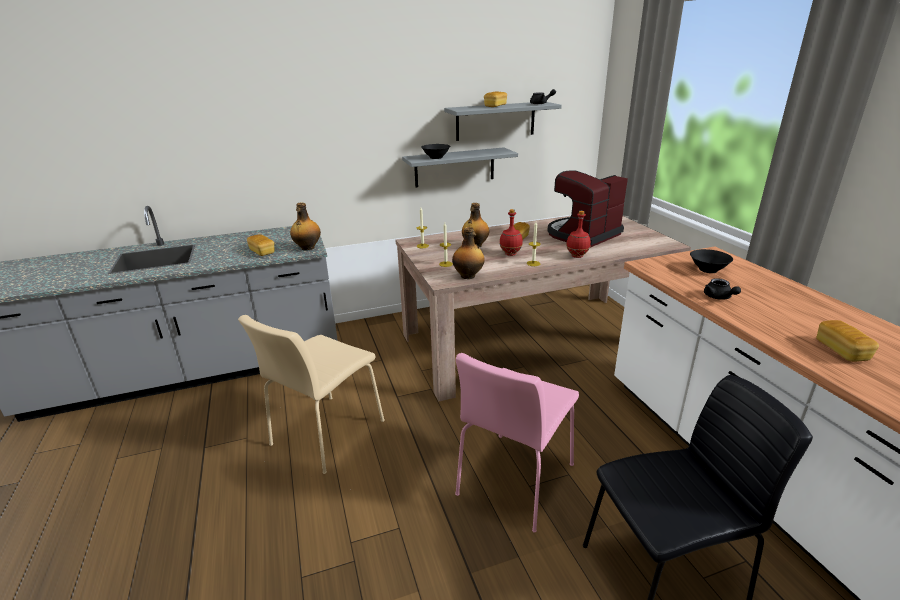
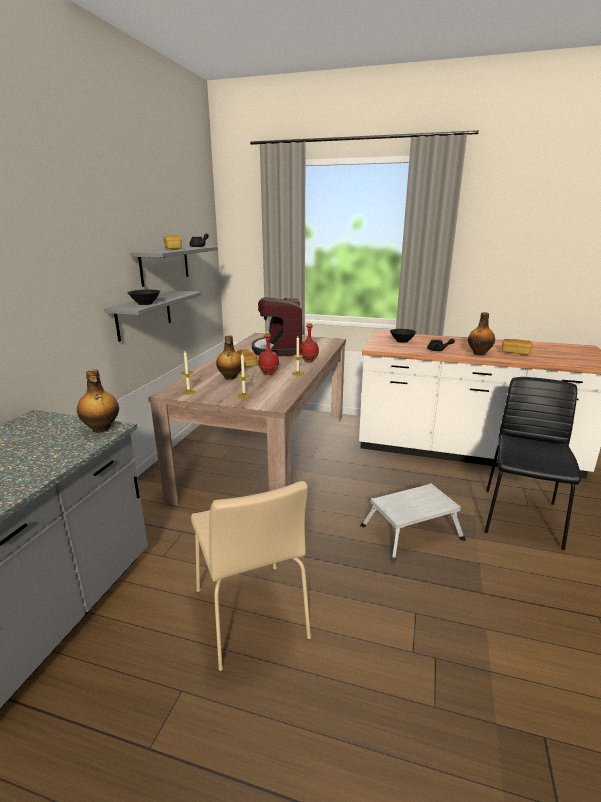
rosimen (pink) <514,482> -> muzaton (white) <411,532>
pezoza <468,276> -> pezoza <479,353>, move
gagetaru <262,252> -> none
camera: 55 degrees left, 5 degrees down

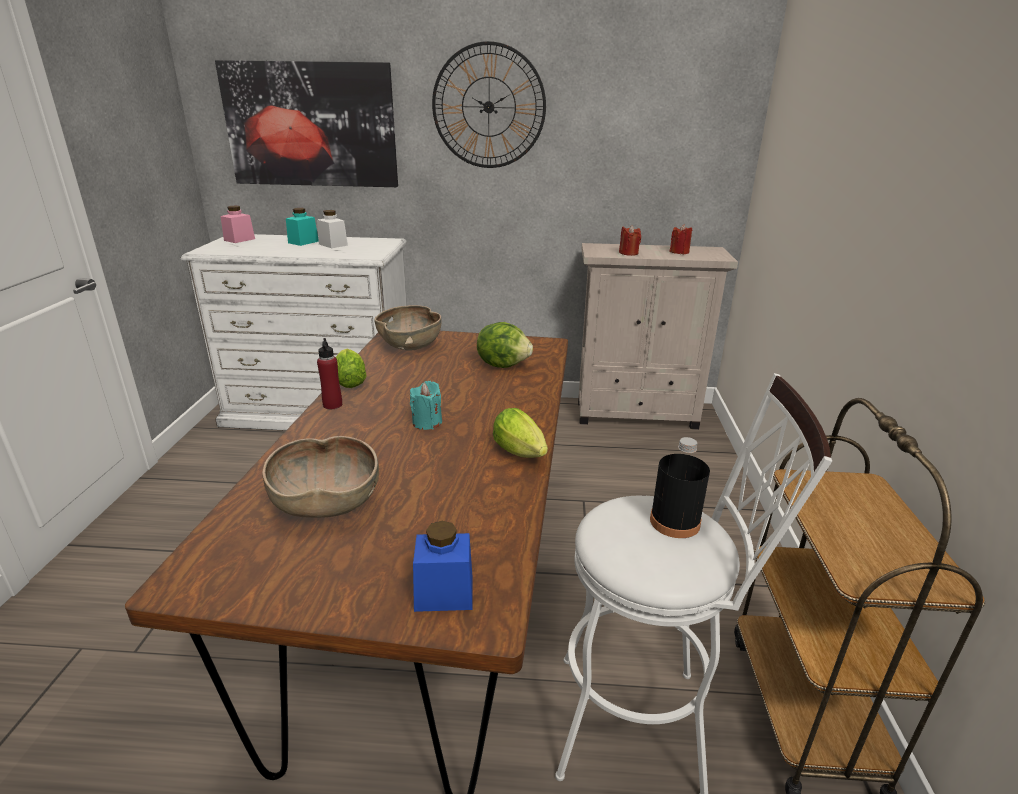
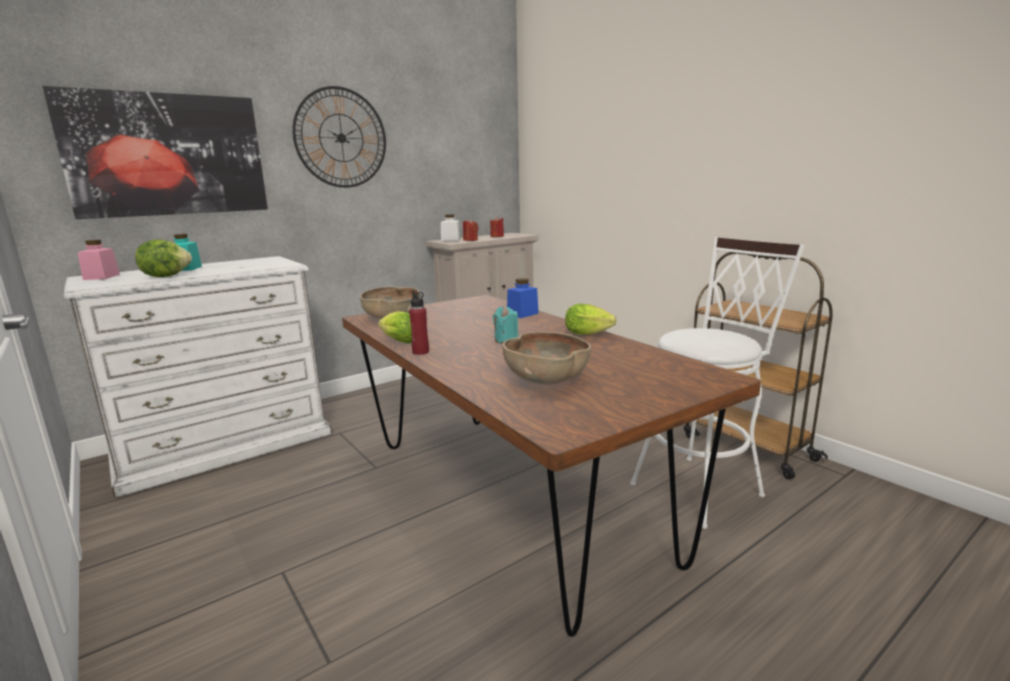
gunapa <503,364> -> gunapa <166,276>, move
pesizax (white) <333,244> -> pesizax (white) <450,240>, move
pesizax (blue) <444,593> -> pesizax (blue) <522,314>, move
pezoza (black) <674,522> -> none
camera: 40 degrees left, 10 degrees down

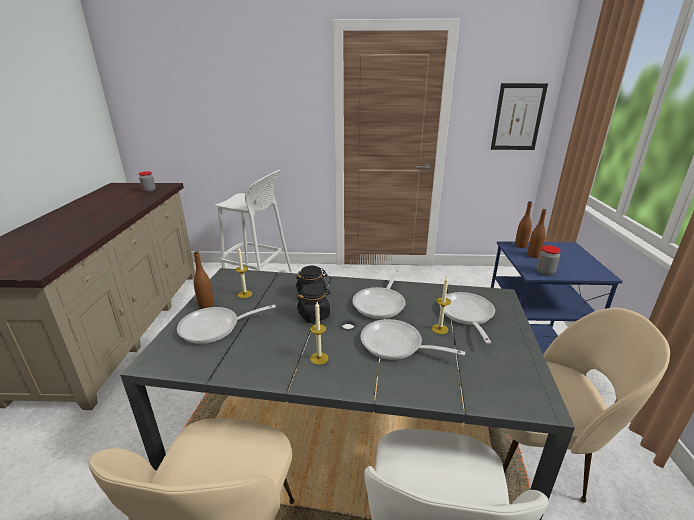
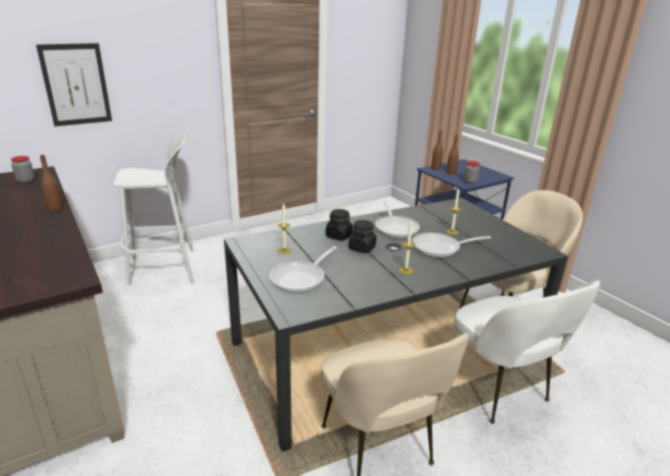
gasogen <518,117> -> gasogen <76,84>, move
pezoza (brown) <206,306> -> pezoza (brown) <55,209>, move
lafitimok <466,315> -> none
camera: 35 degrees left, 0 degrees up

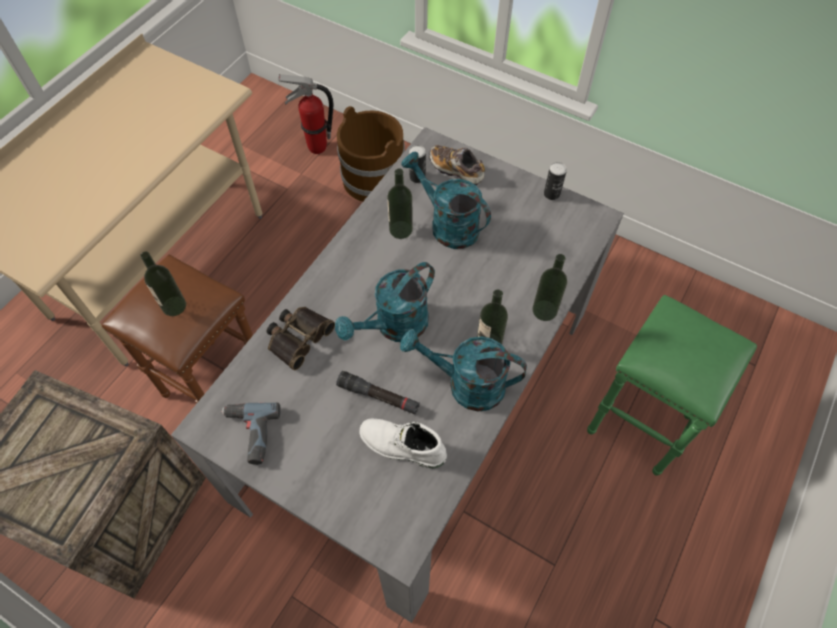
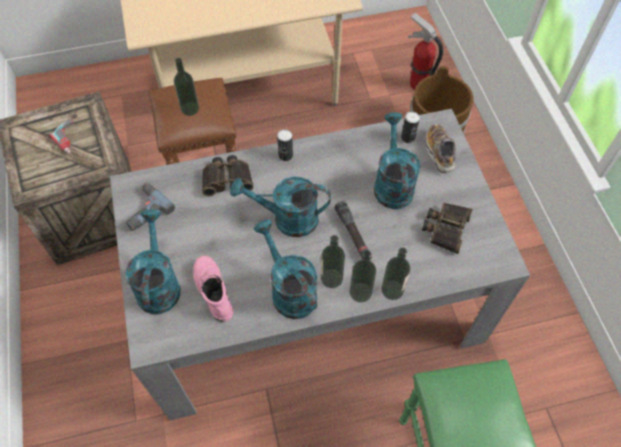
none -> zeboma <73,135>
none -> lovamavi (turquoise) <158,283>
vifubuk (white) <401,447> -> vifubuk (pink) <212,291>
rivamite <551,194> -> rivamite <285,155>, move
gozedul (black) <378,396> -> gozedul (black) <353,234>, move
pezoza <400,229> -> pezoza <360,292>, move
none -> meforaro <445,228>
camera: 45 degrees right, 0 degrees up

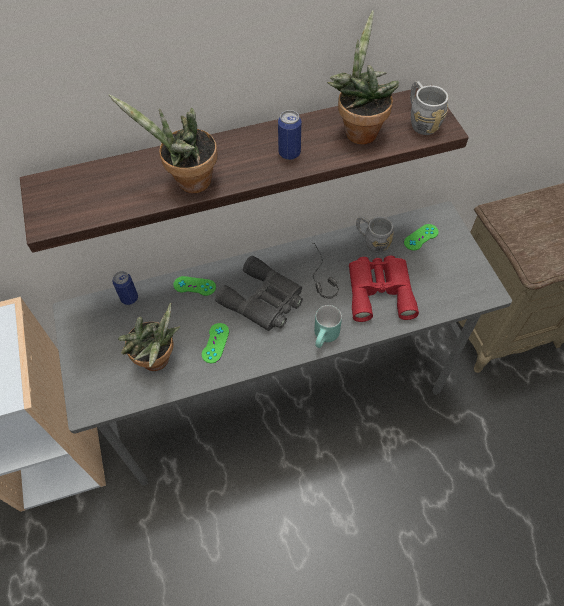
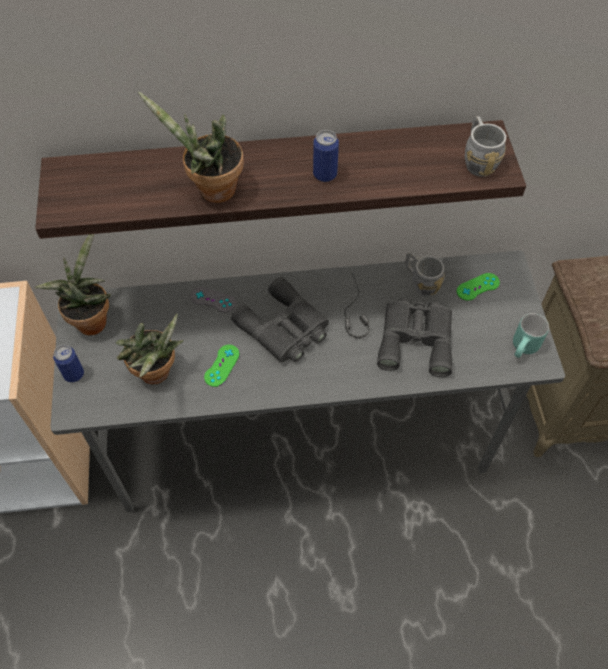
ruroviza <358,130> -> ruroviza <91,319>, move
rivamite <129,298> -> rivamite <74,374>, move
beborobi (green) <194,286> -> beborobi (grey) <213,300>
meforaro (red) <380,290> -> meforaro (grey) <416,338>
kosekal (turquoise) <326,338> -> kosekal (turquoise) <524,349>, move
camera: 10 degrees right, 0 degrees up

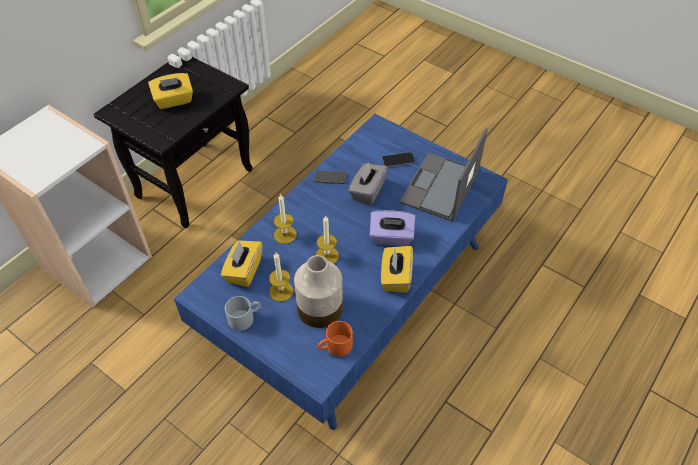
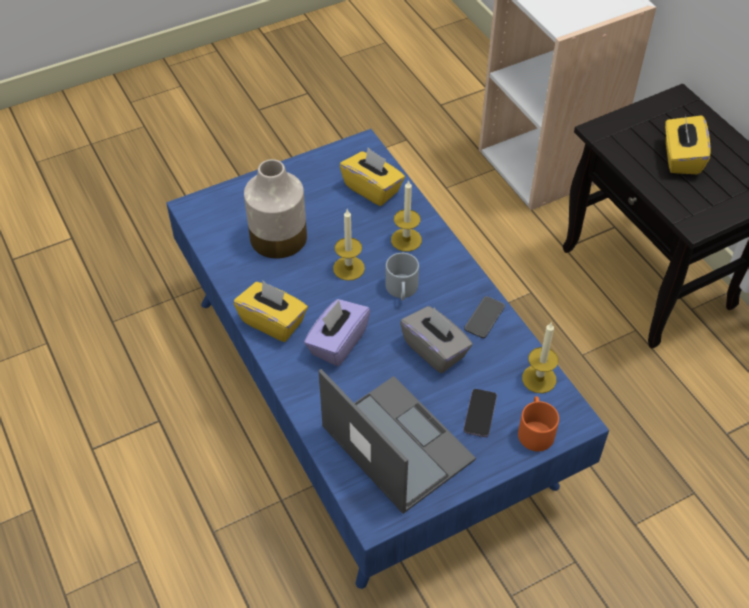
kosekal (grey) <245,317> -> kosekal (grey) <402,290>, move
kosekal (orange) <335,347> -> kosekal (orange) <534,430>, move
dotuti <281,291> -> dotuti <539,379>, move
camera: 115 degrees right, 0 degrees up

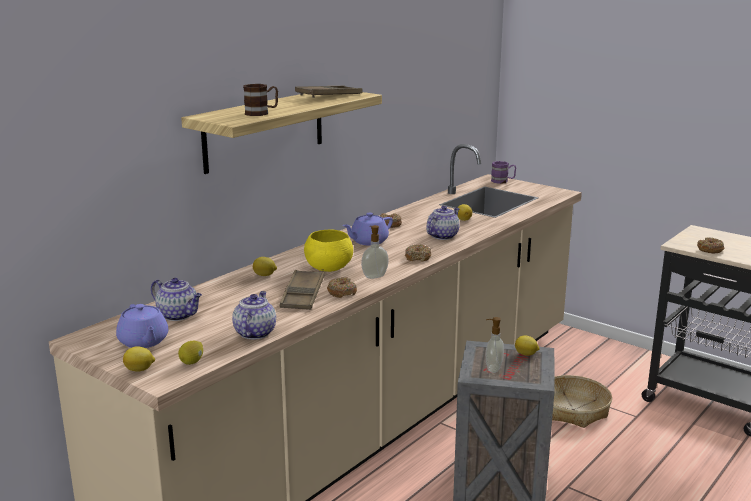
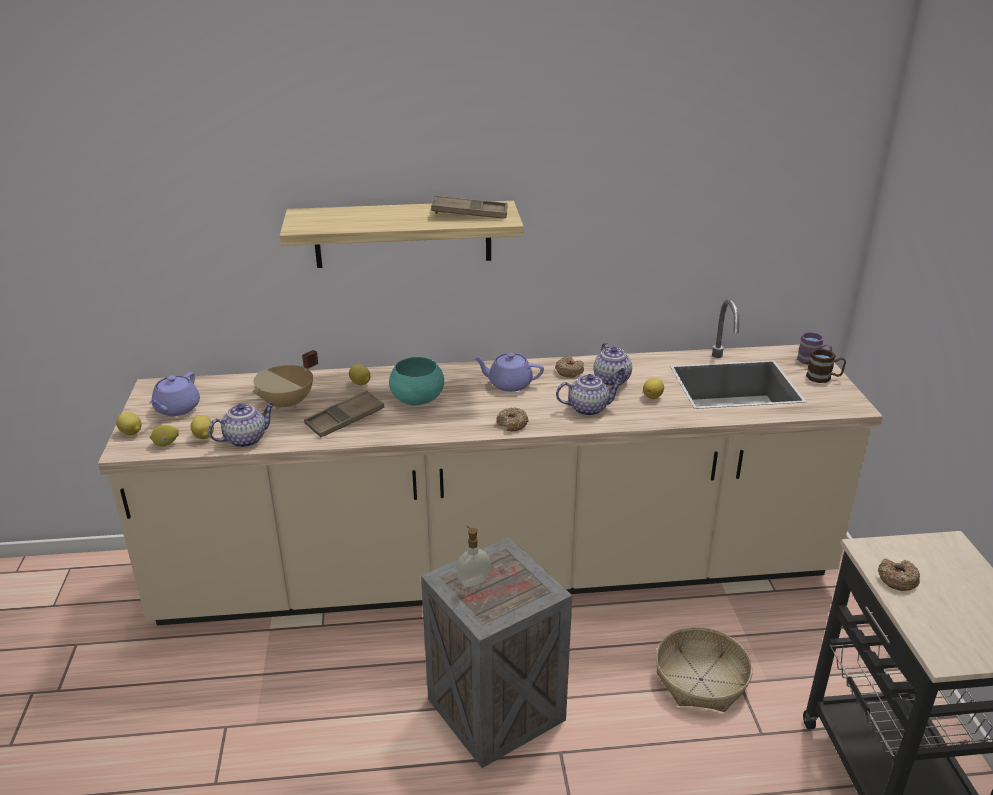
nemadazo <526,354> -> nemadazo <203,437>, move
none -> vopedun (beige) <288,404>
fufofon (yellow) <328,268> -> fufofon (turquoise) <417,400>
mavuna <179,315> -> mavuna <612,380>, move
kosekal (brown) <261,113> -> kosekal (brown) <824,378>, move
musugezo <341,292> -> none
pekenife <374,276> -> none
camera: 45 degrees right, 10 degrees up

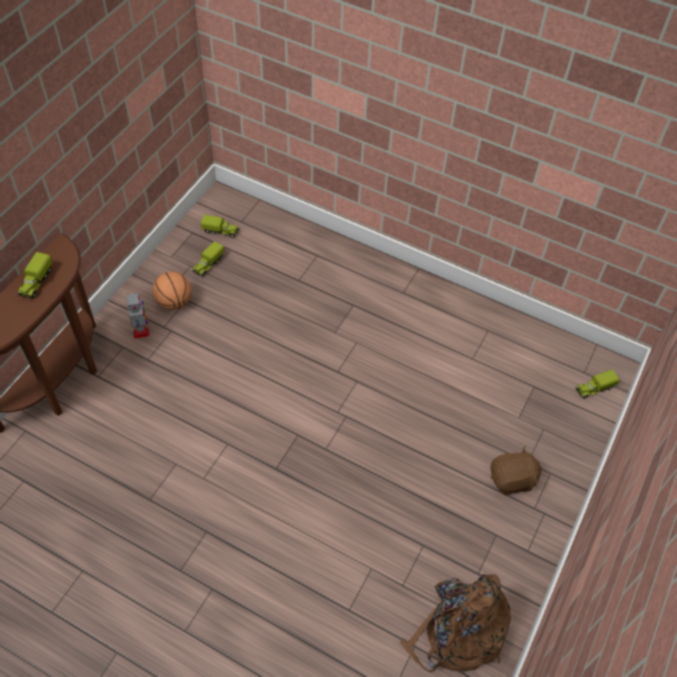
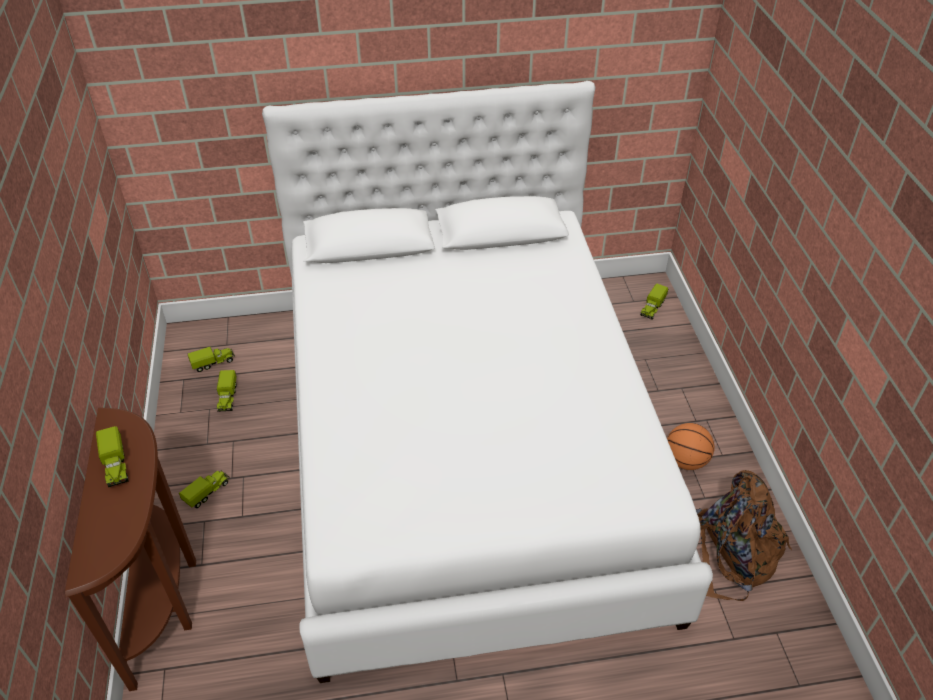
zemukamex <140,327> -> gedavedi <207,492>
none -> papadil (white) <466,447>
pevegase <174,302> -> pevegase <685,461>, move
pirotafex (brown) <512,480> -> none
camera: 35 degrees left, 10 degrees down

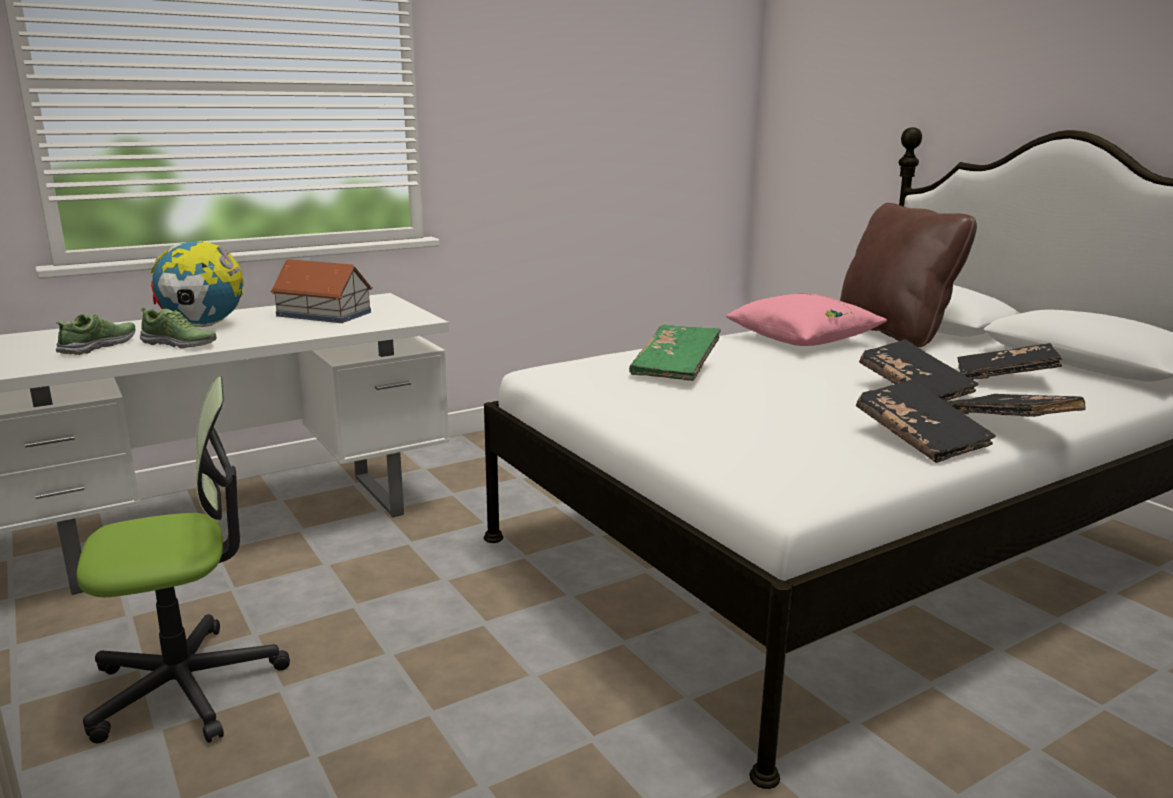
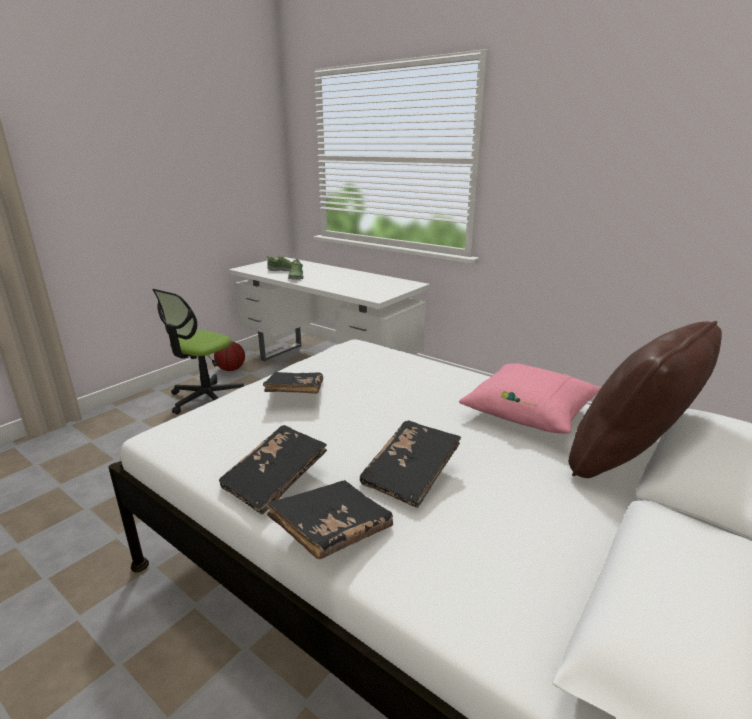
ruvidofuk <187,686> -> ruvidofuk <206,399>, 75 degrees clockwise
none -> pevegase <231,369>
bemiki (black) <1004,379> -> bemiki (black) <295,393>, move
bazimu <203,326> -> none
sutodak <323,314> -> none
bemiki (green) <675,368> -> none
camera: 70 degrees right, 5 degrees up

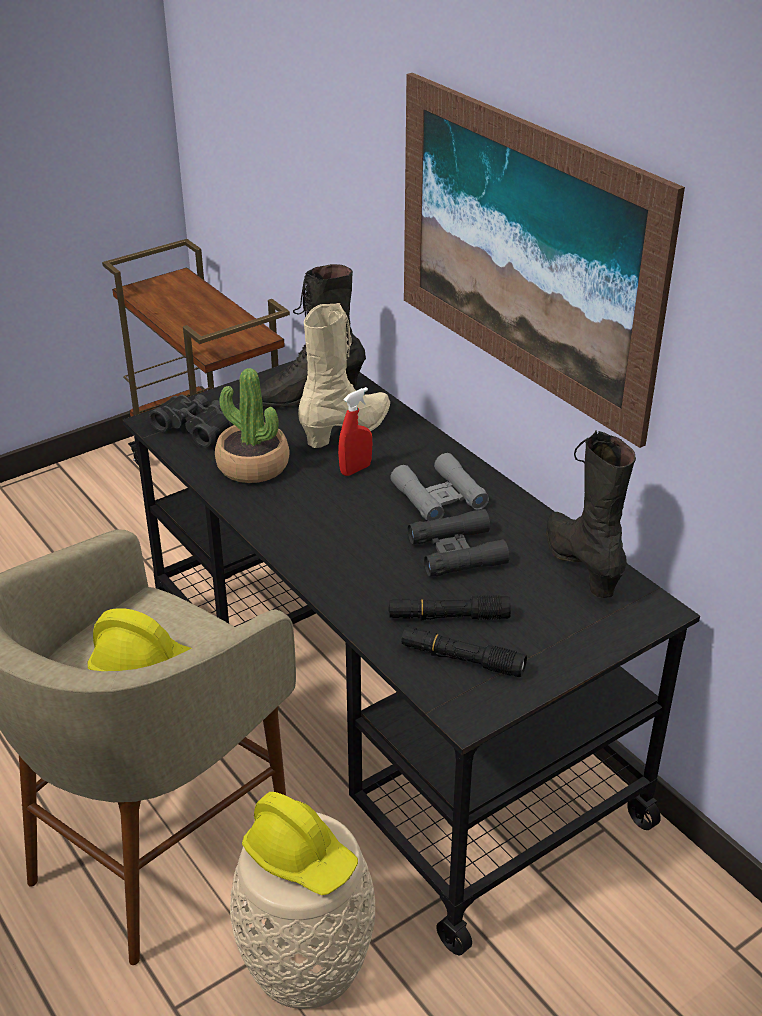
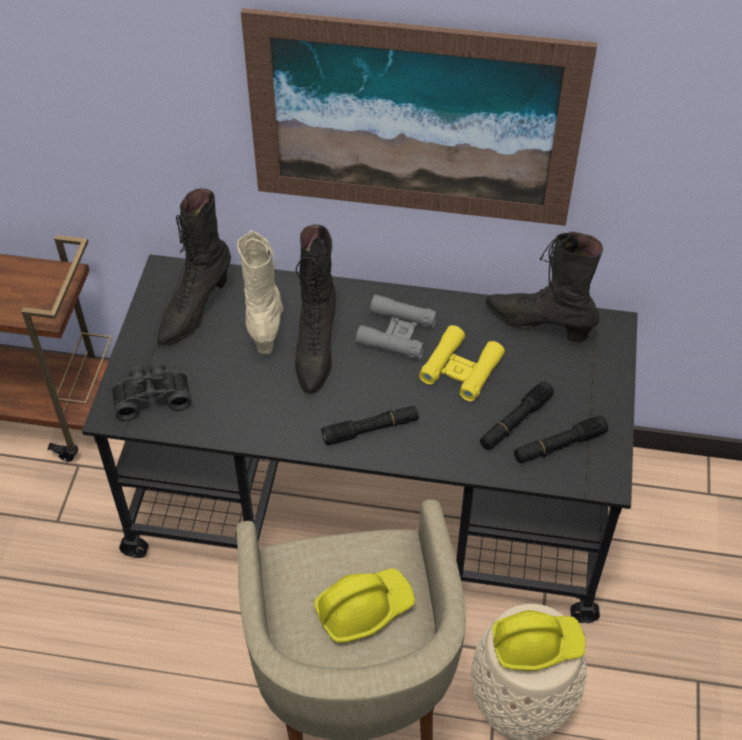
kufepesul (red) <355,469> -> vifubuk (black) <315,350>
none -> gozedul (black) <371,430>
meforaro (black) <457,552> -> meforaro (yellow) <461,369>
ruroviza <252,466> -> none
camera: 45 degrees left, 15 degrees up

